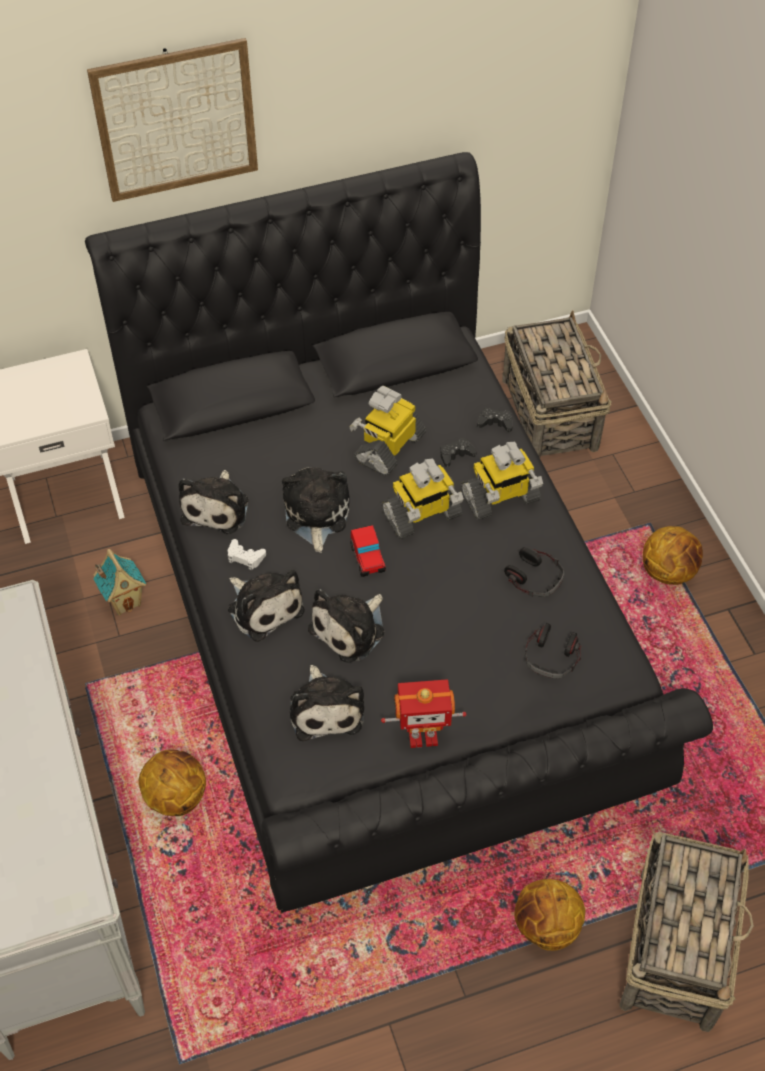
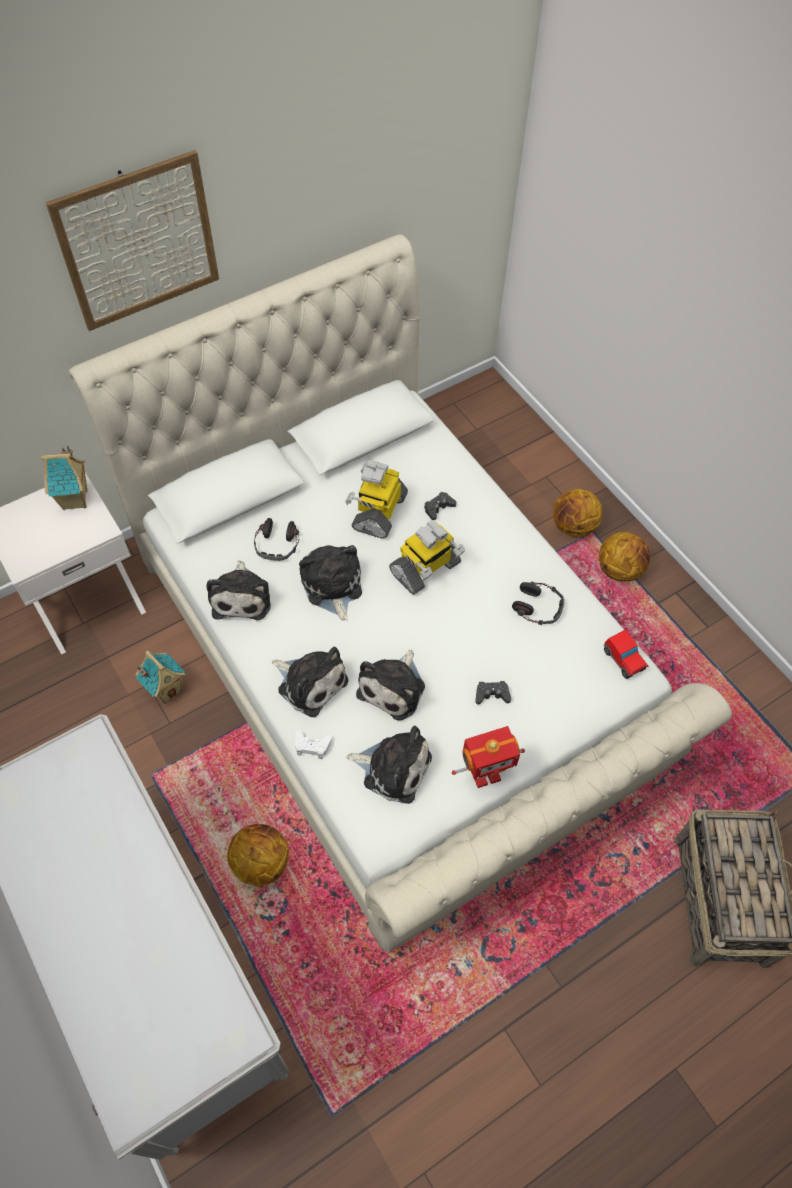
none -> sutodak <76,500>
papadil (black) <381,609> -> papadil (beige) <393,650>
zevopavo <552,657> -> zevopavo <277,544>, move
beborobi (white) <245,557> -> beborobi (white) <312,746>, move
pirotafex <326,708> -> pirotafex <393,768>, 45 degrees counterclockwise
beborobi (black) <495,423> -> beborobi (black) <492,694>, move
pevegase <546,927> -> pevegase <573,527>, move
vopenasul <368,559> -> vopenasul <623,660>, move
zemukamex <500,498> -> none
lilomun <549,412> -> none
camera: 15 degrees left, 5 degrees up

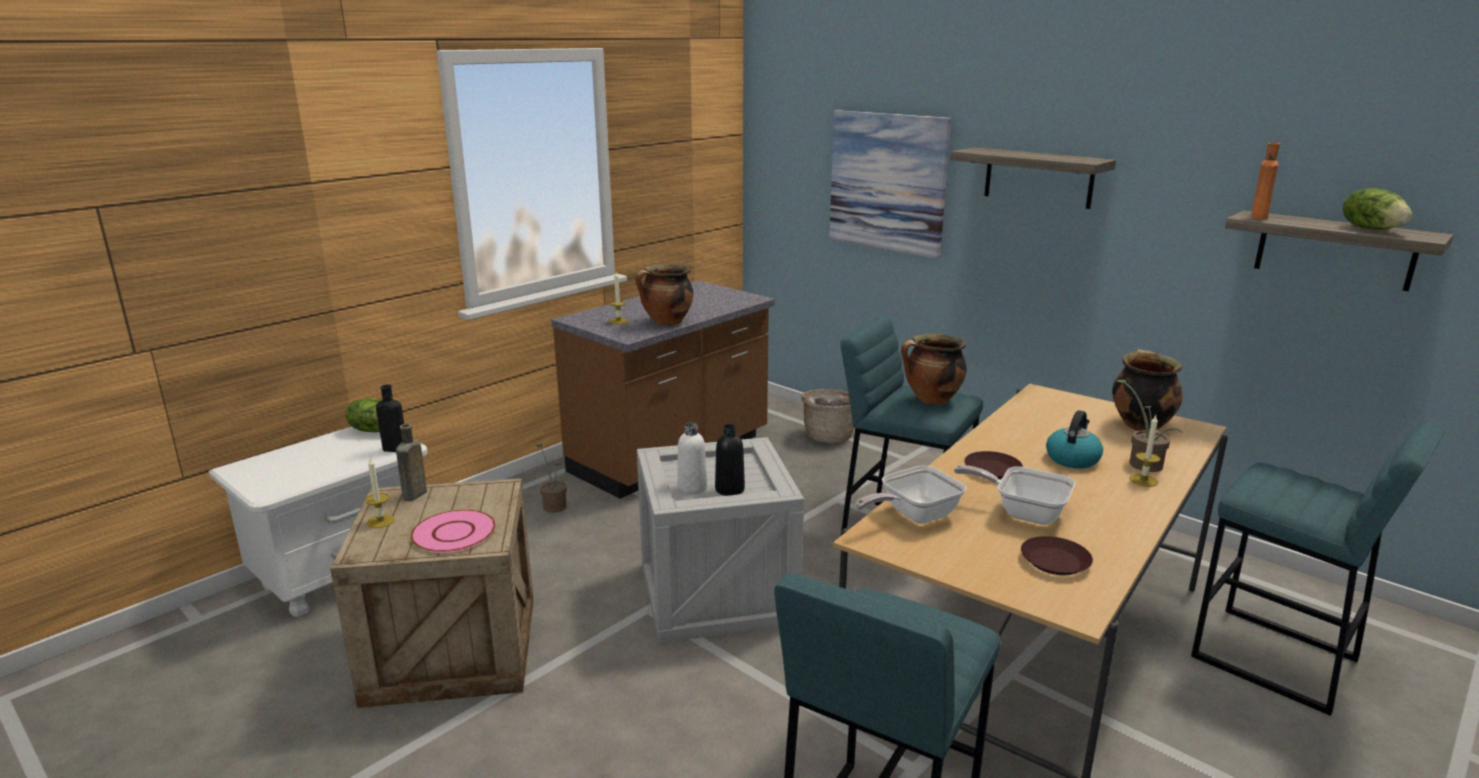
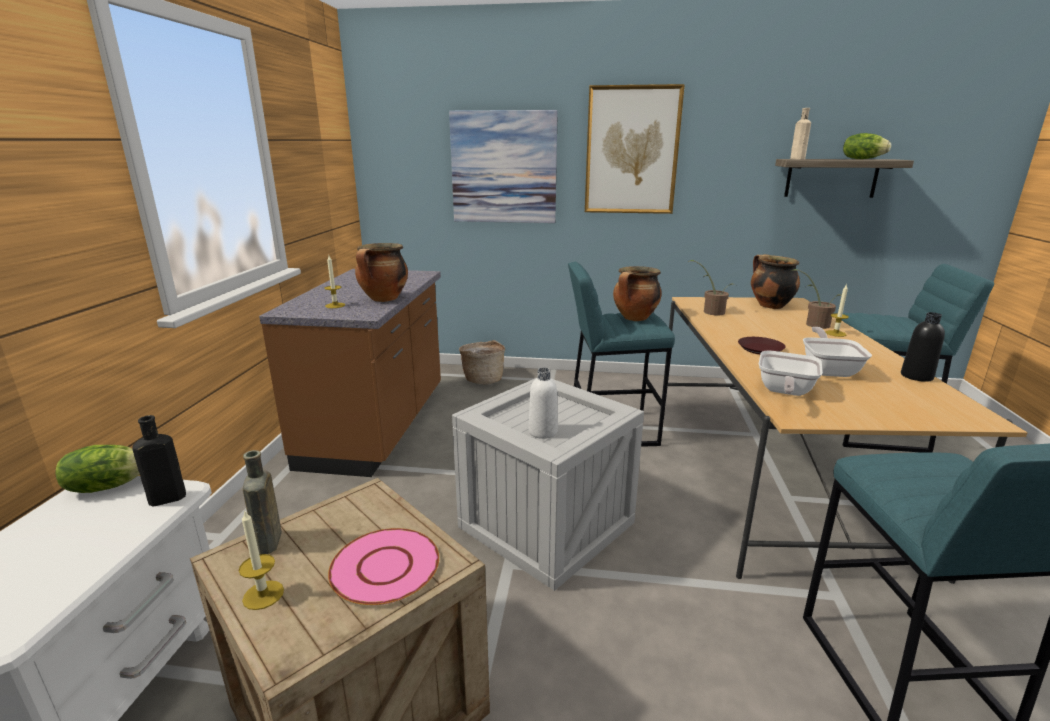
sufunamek <1038,177> -> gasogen <631,151>
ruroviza <554,505> -> ruroviza <710,311>, move
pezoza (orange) <1259,216> -> pezoza (beige) <796,159>
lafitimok <1023,512> -> lafitimok <828,369>, 105 degrees clockwise
pezoza (black) <729,489> -> pezoza (black) <916,376>, move
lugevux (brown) <1054,561> -> none
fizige <1072,458> -> none
camera: 35 degrees left, 0 degrees up

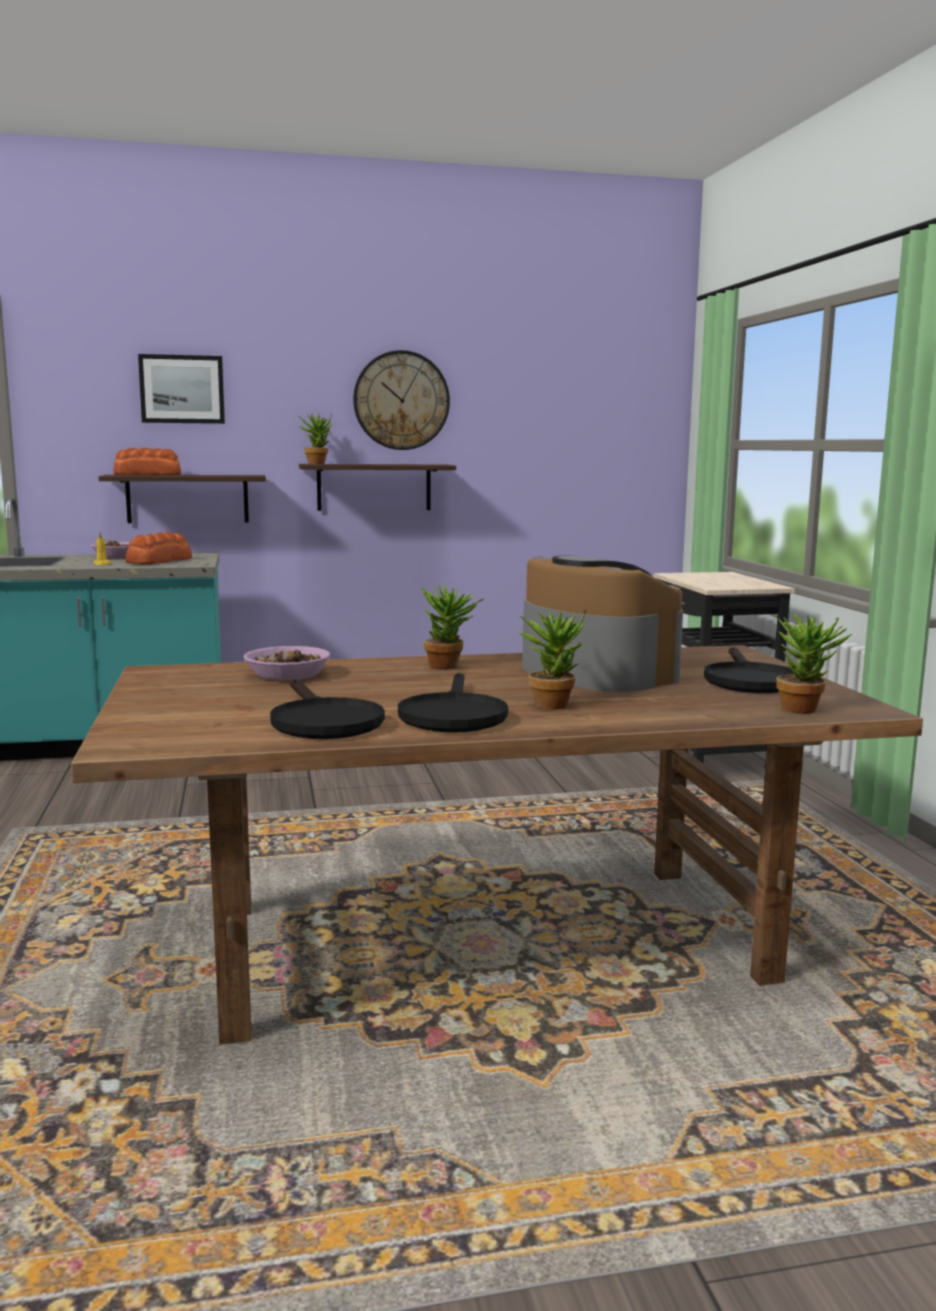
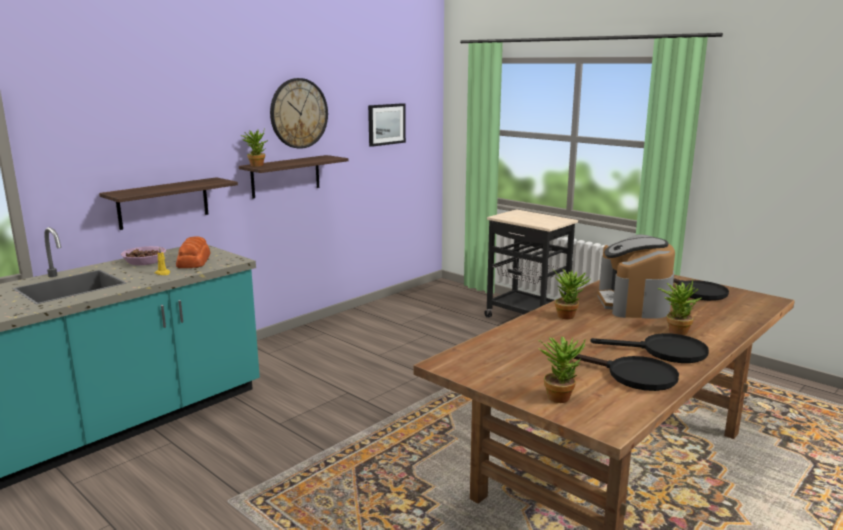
gasogen <182,389> -> gasogen <386,124>, move
ruroviza <804,709> -> ruroviza <560,396>, move
lafitimok (black) <452,715> -> lafitimok (black) <664,352>, 45 degrees counterclockwise
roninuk <593,673> -> roninuk <633,303>, 105 degrees counterclockwise
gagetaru <147,475> -> none
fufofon <288,675> -> none
camera: 35 degrees left, 5 degrees up

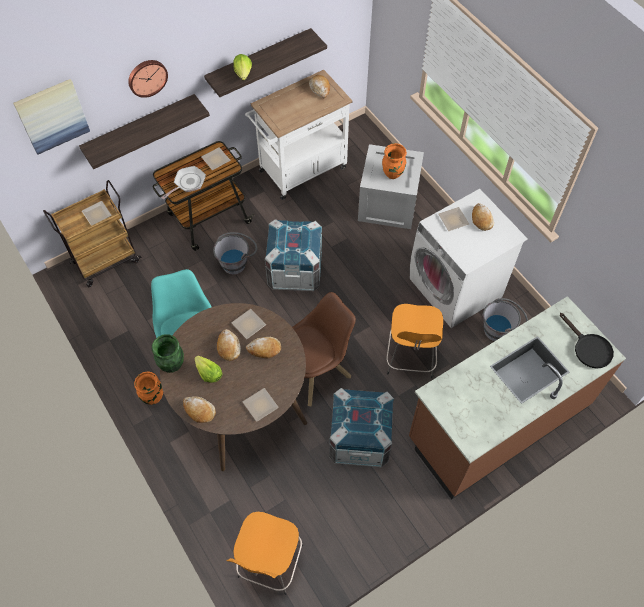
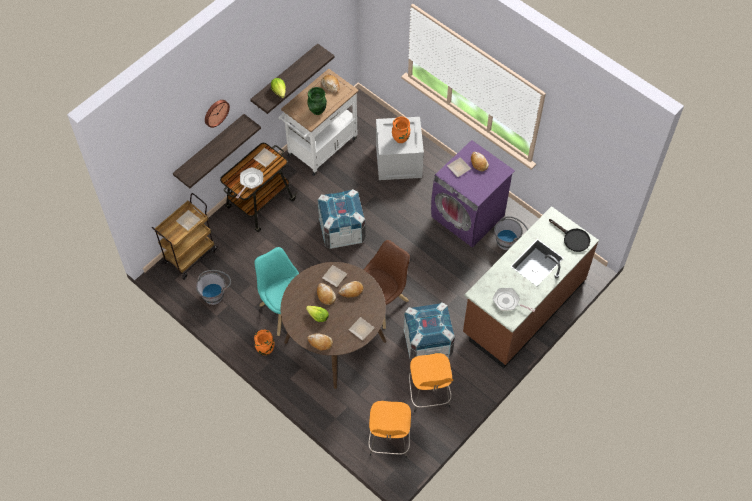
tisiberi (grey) <237,261> -> tisiberi (grey) <215,293>, move
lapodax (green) <172,365> -> lapodax (green) <317,110>, move
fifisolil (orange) <410,358> -> fifisolil (orange) <429,394>, move
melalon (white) <457,288> -> melalon (purple) <469,216>
none -> lafitimok <508,302>
gasogen <52,116> -> none
camera: 15 degrees left, 0 degrees up

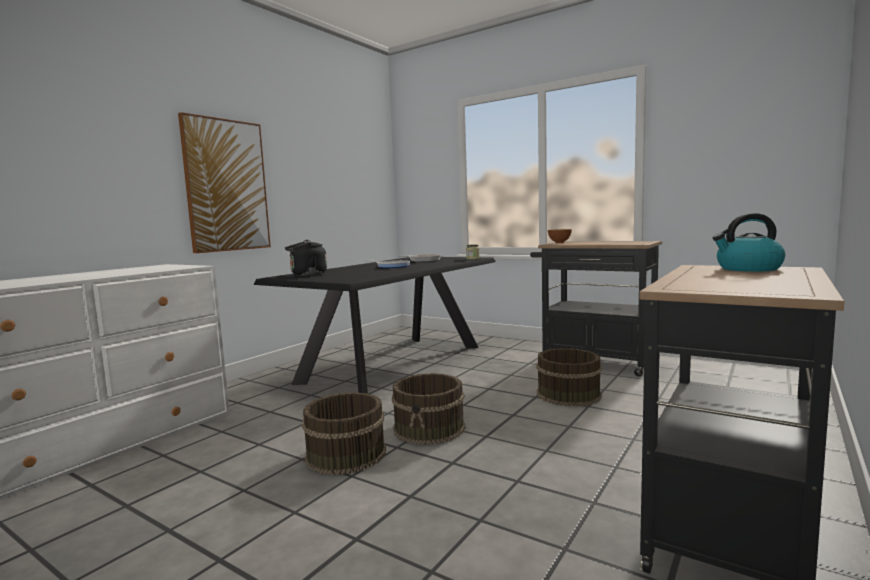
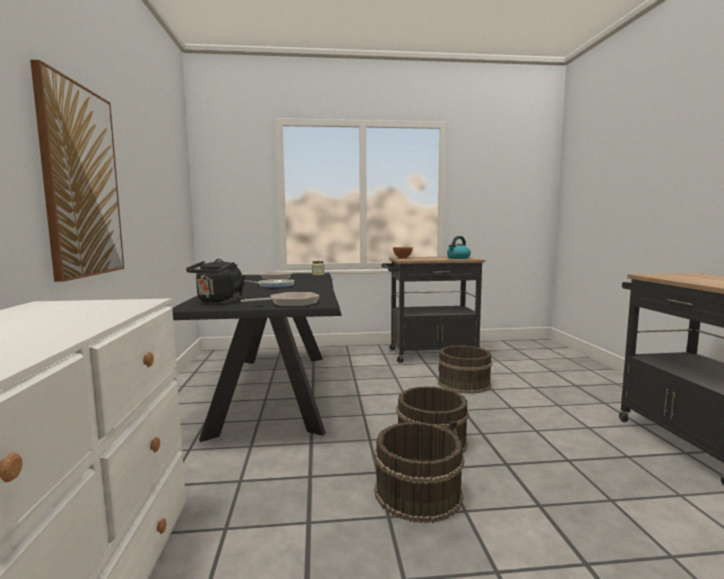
none -> lafitimok <290,303>
fizige <748,269> -> fizige <458,258>, move
camera: 40 degrees left, 0 degrees up

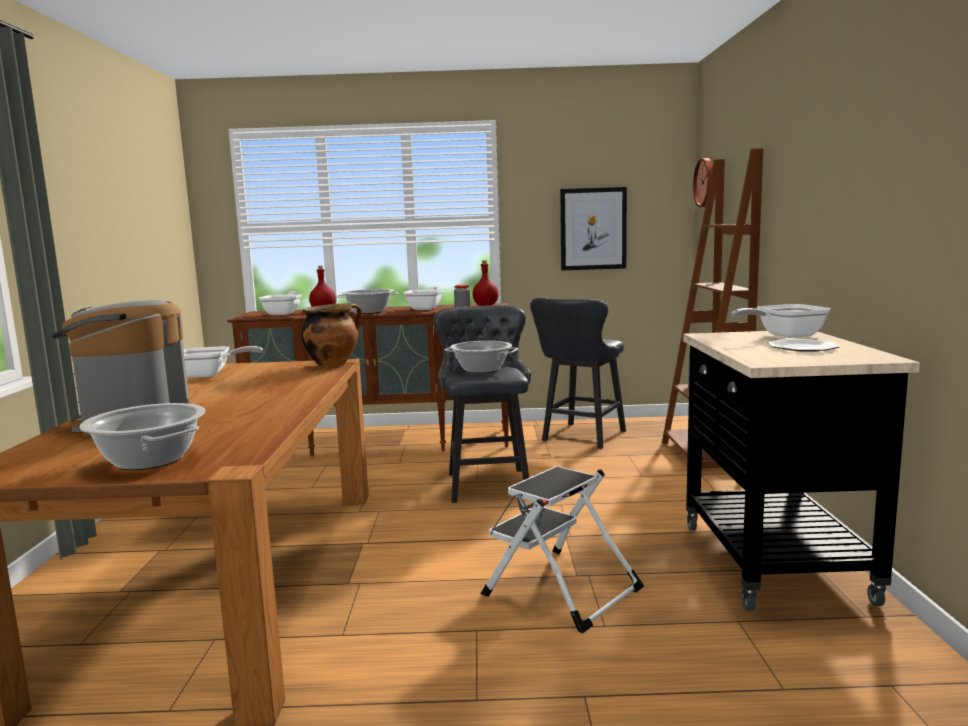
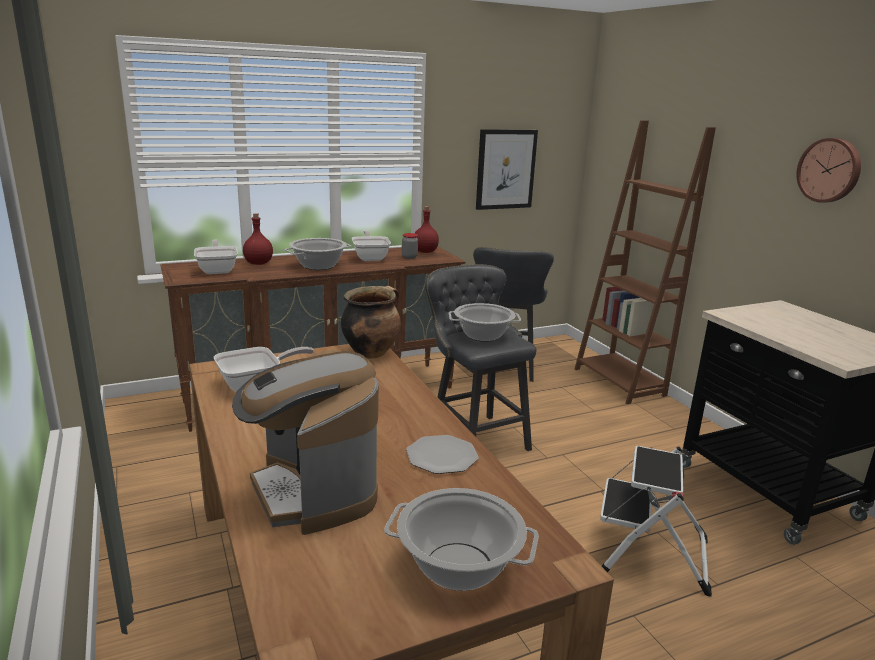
lugevux <802,348> -> lugevux <442,456>, move
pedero <706,182> -> pedero <830,170>, move
lafitimok <784,336> -> none
camera: 25 degrees left, 10 degrees up

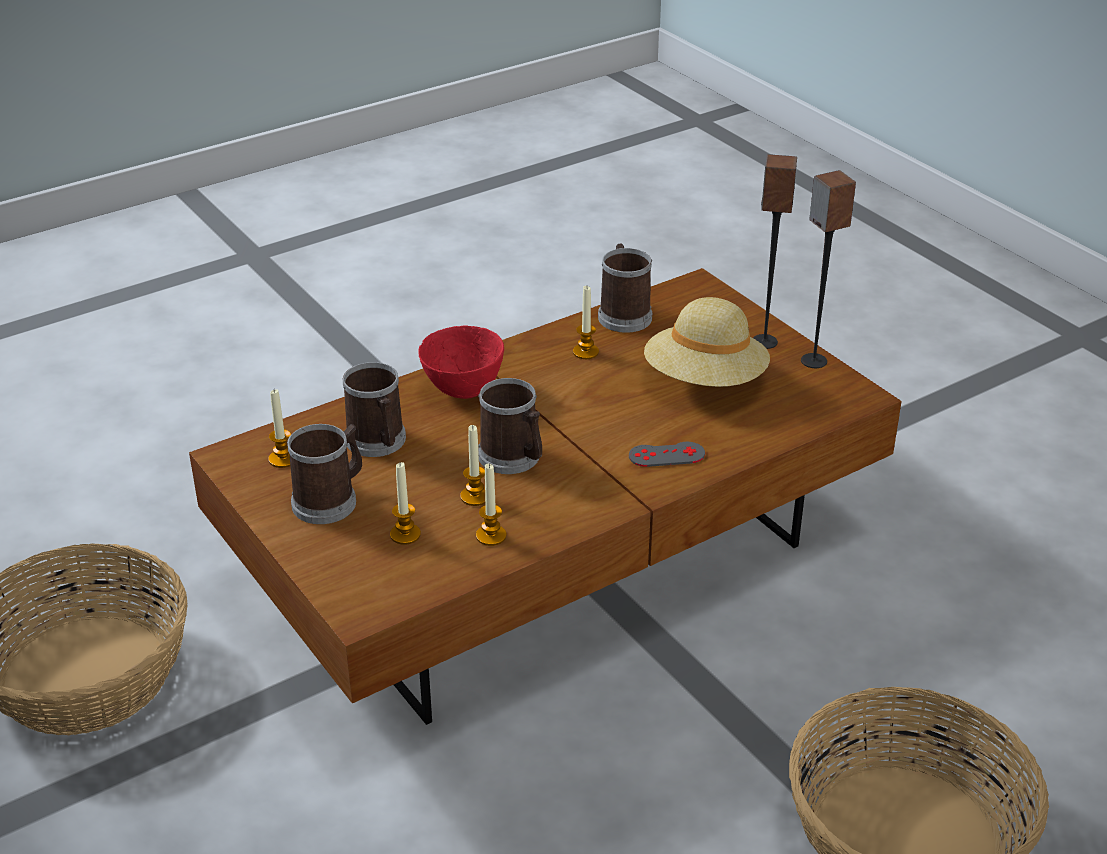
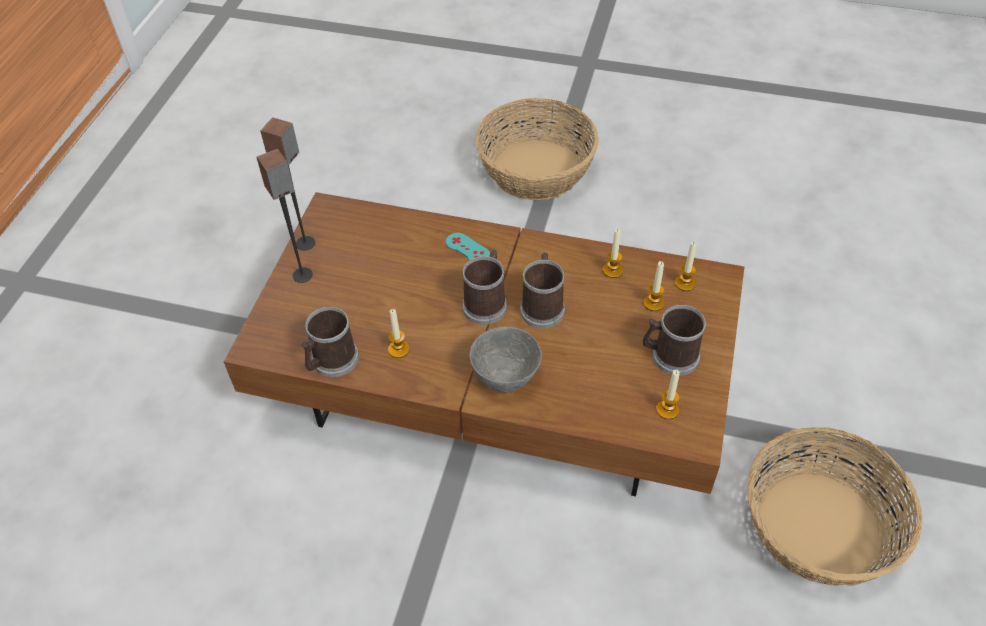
beborobi (grey) <666,455> -> beborobi (turquoise) <468,249>
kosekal <378,442> -> kosekal <486,303>, move
fufofon (red) <464,391> -> fufofon (grey) <505,377>
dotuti <475,496> -> dotuti <685,283>, move
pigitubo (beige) <705,381> -> none
camera: 130 degrees left, 15 degrees up

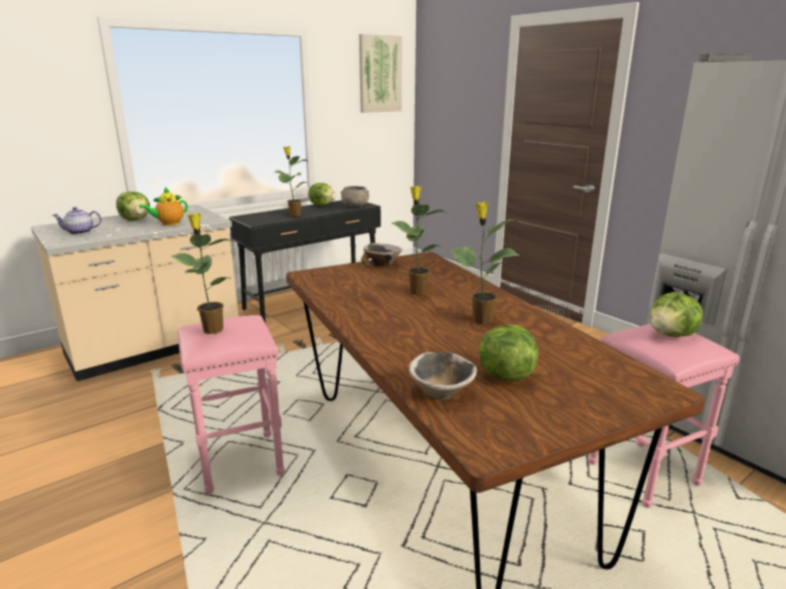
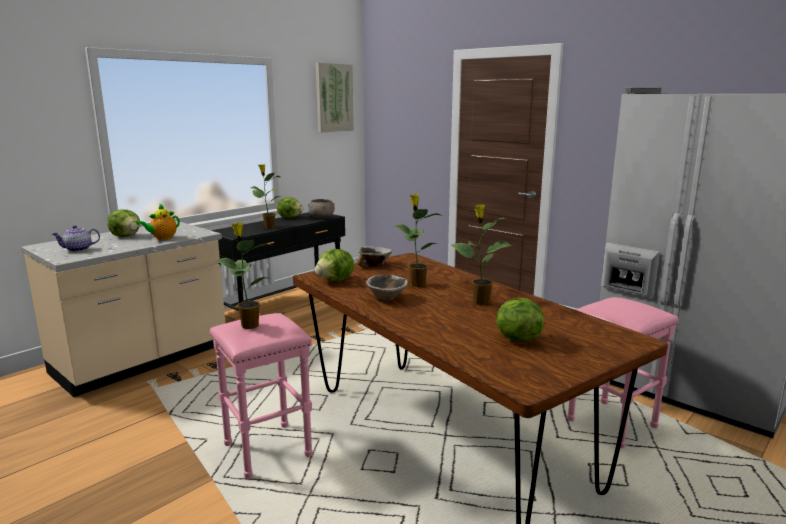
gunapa <671,335> -> gunapa <336,281>, move
fufofon <441,393> -> fufofon <386,298>, move
camera: 10 degrees left, 5 degrees down

